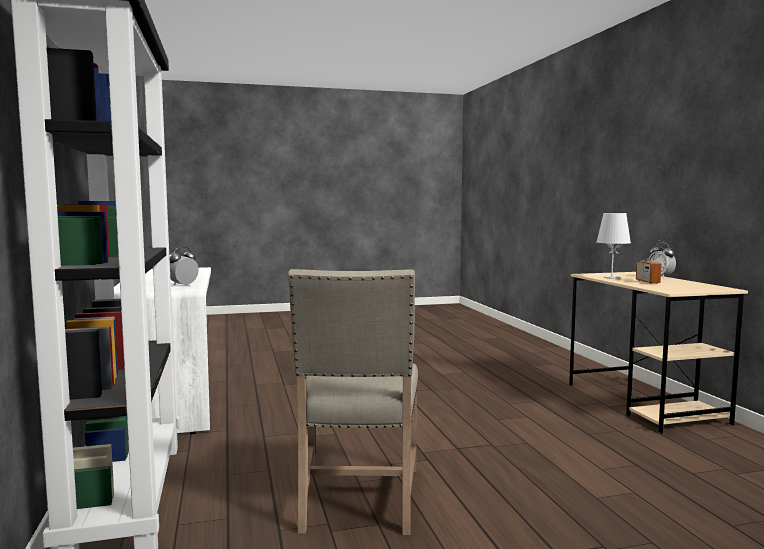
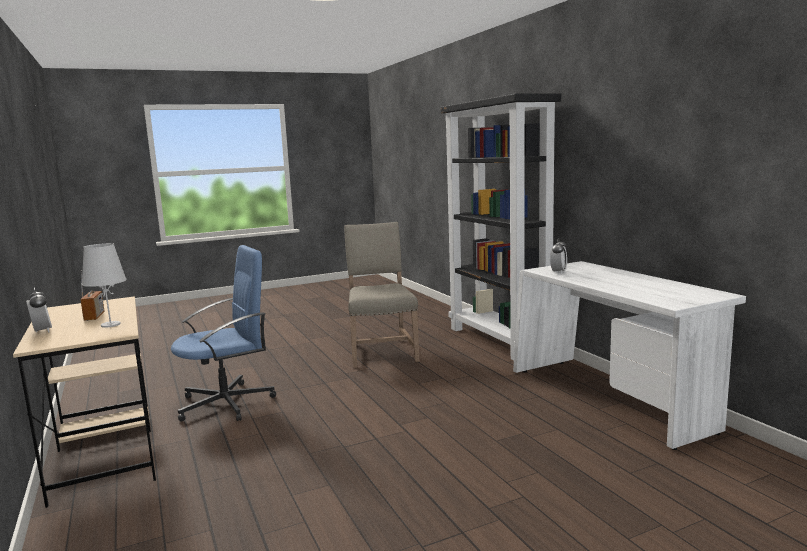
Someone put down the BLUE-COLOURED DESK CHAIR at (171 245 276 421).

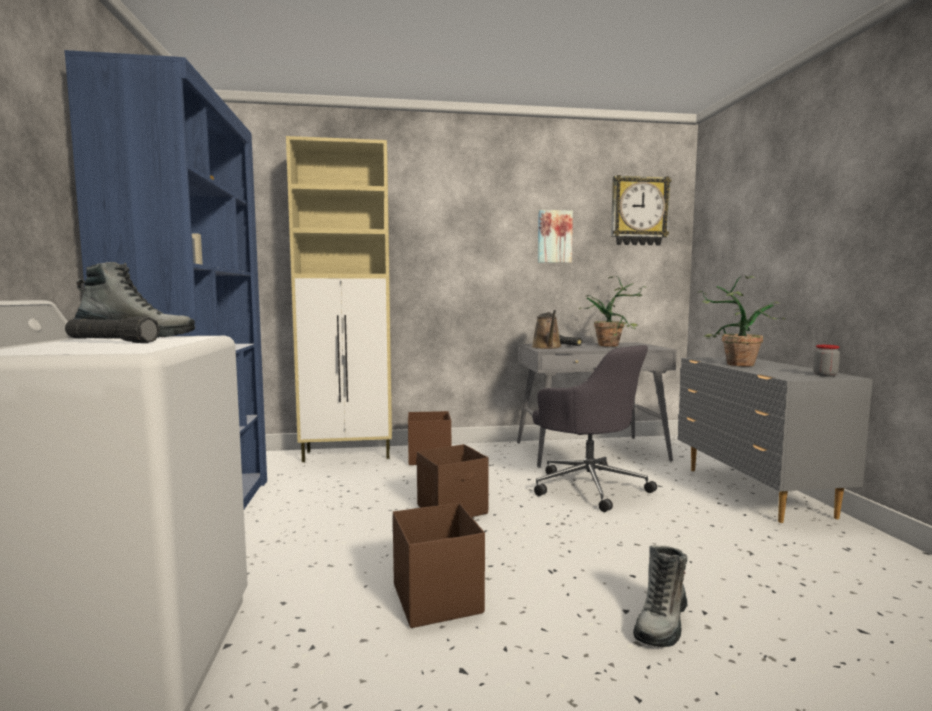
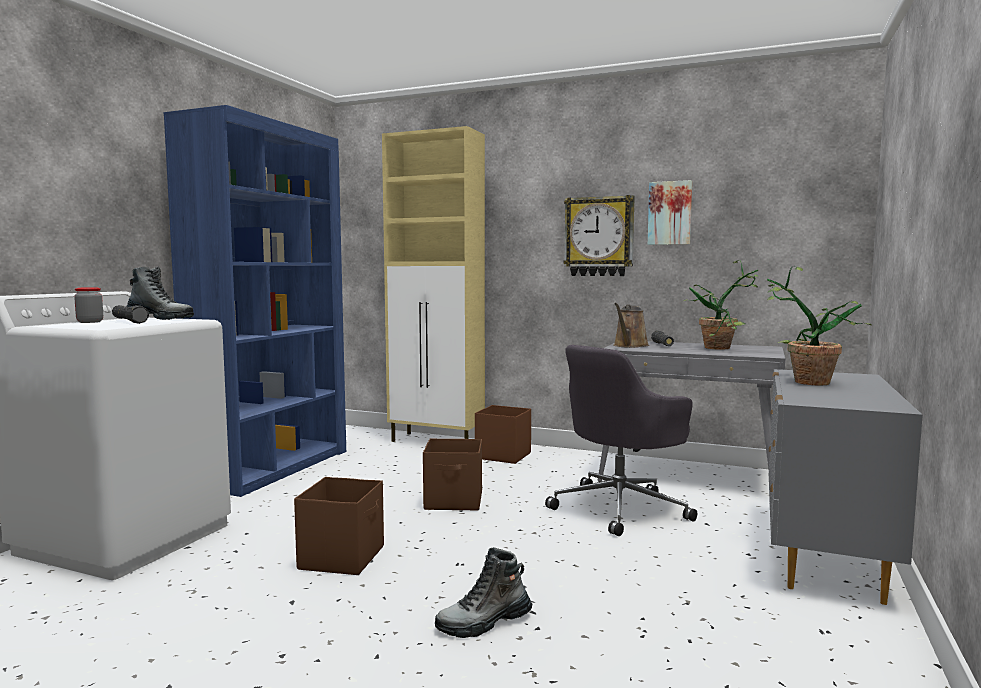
Someone carried the WALL CLOCK from (611 175 672 245) to (563 195 635 276). Someone rotated the GREY DESK CHAIR at (533 345 657 512) by 60 degrees clockwise. Someone carried the JAR from (813 345 840 377) to (74 287 103 323).

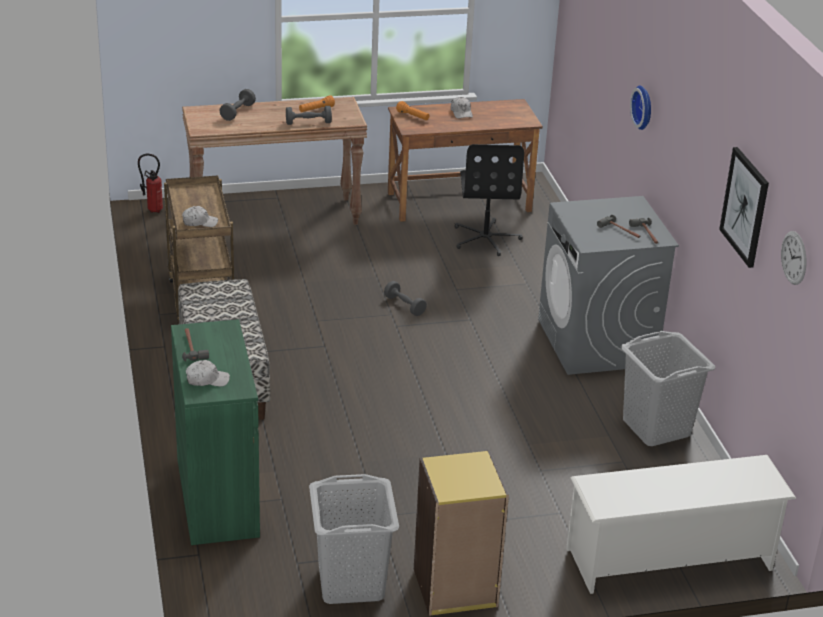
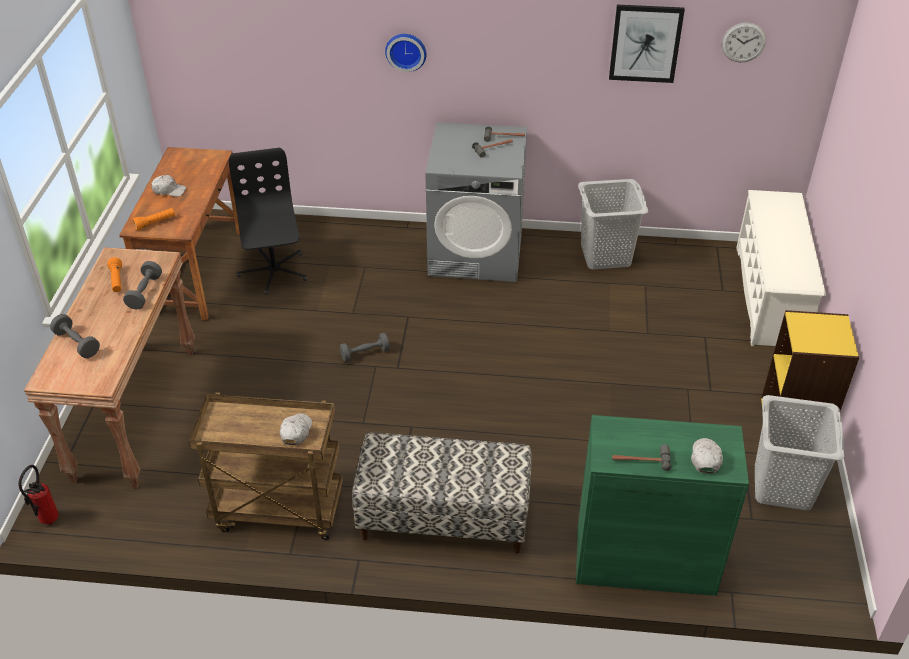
Someone rotated the BLACK DESK CHAIR at (454 144 524 256) by 120 degrees counterclockwise.

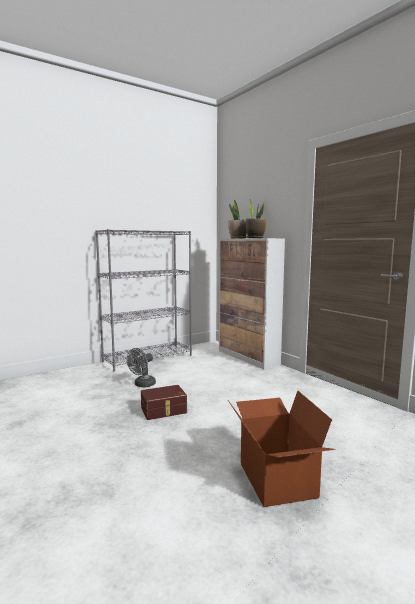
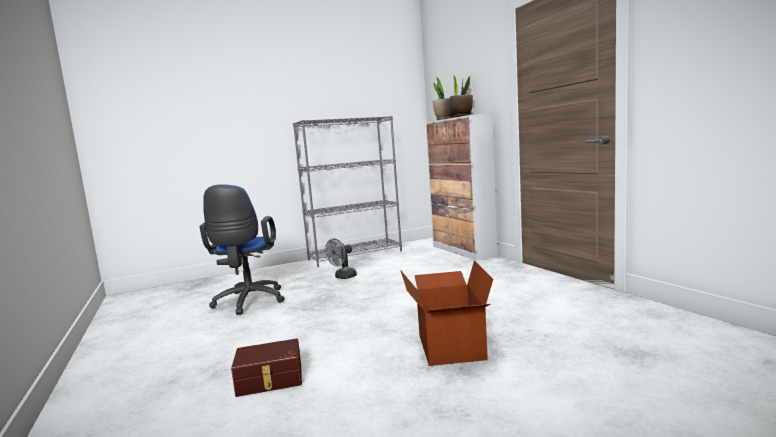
Someone carried the BROWN-COLOURED STORAGE CONTAINER from (141 385 187 420) to (231 339 302 397). Someone put down the BLUE-COLOURED DESK CHAIR at (200 184 285 315).

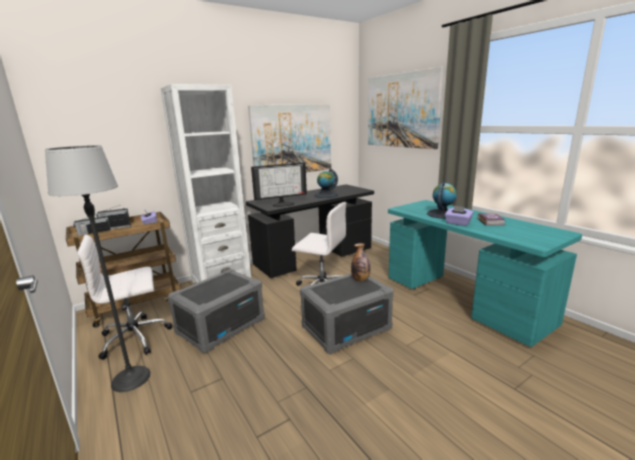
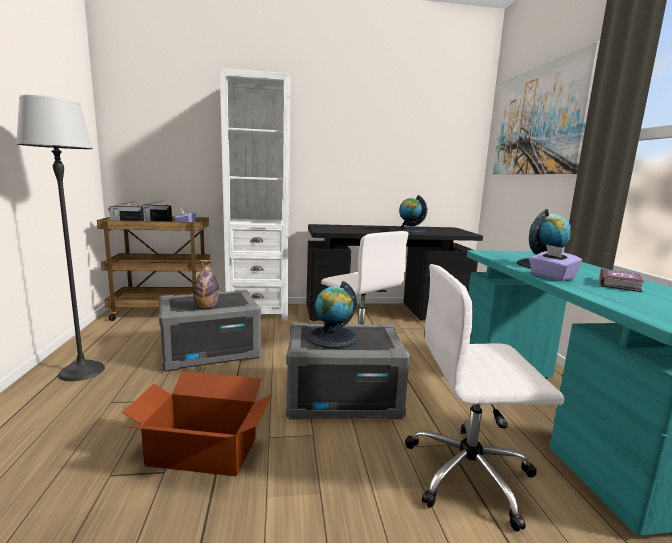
Someone took away the PICTURE at (248 104 331 172). Someone took away the COMPUTER DISPLAY at (251 162 307 207). Someone carried the WHITISH DESK CHAIR from (77 235 172 360) to (405 264 564 532). Someone carried the DRINK BOTTLE from (351 243 370 281) to (193 260 219 308). Someone put down the DESK GLOBE at (307 281 359 348). Someone put down the CARTON at (122 371 272 476).

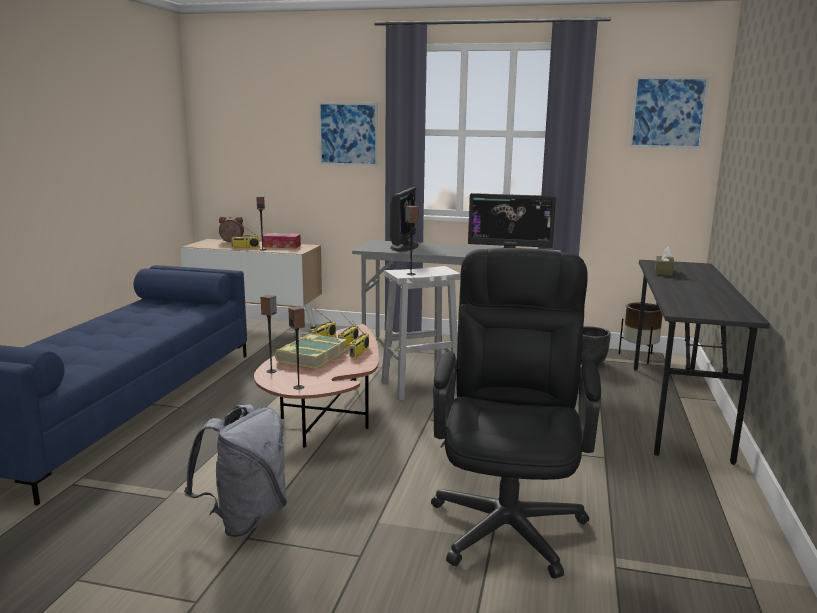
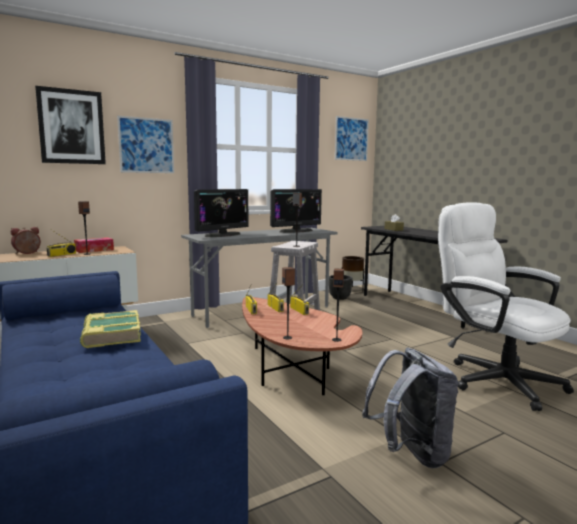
Someone rotated the COMPUTER DISPLAY at (390 187 419 252) by 75 degrees clockwise. Someone repainted the BLACK DESK CHAIR at (431 248 601 579), which became the WHITISH DESK CHAIR at (438 202 574 411). Someone carried the BOOK from (275 333 347 369) to (80 310 141 348). Someone put up the PICTURE at (35 86 106 164).

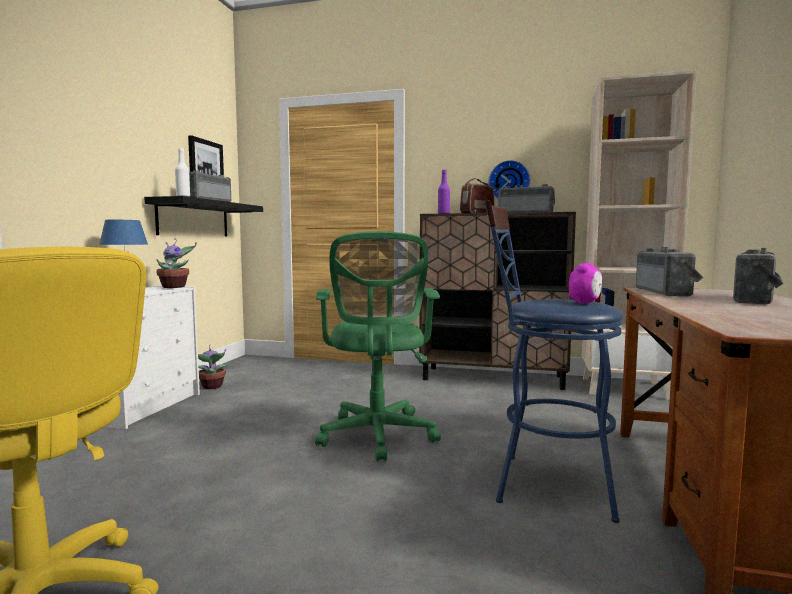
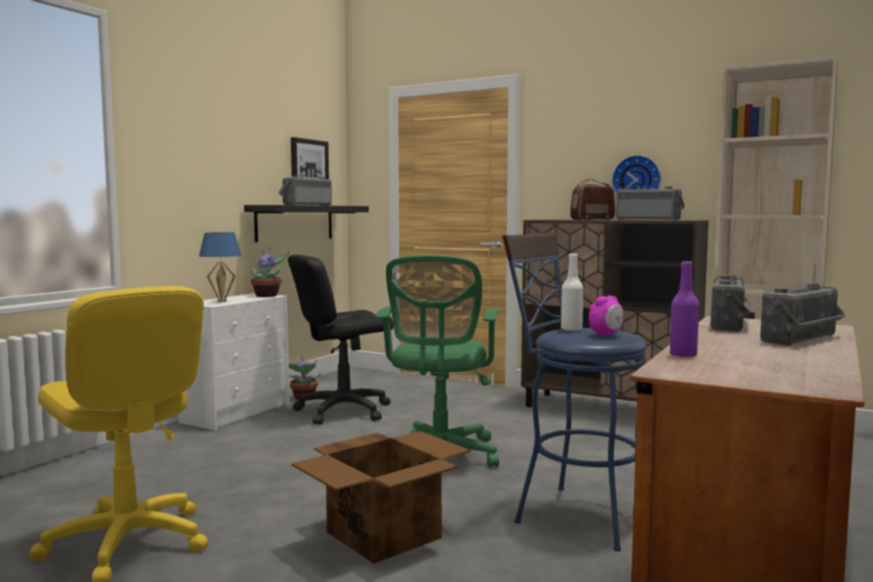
Someone carried the WHITISH DRINK BOTTLE from (175 148 190 197) to (561 253 583 331). Someone carried the PURPLE DRINK BOTTLE from (438 170 450 214) to (670 261 699 358). Someone put down the BLACK DESK CHAIR at (288 255 394 424). Someone put down the CARTON at (292 431 471 564).

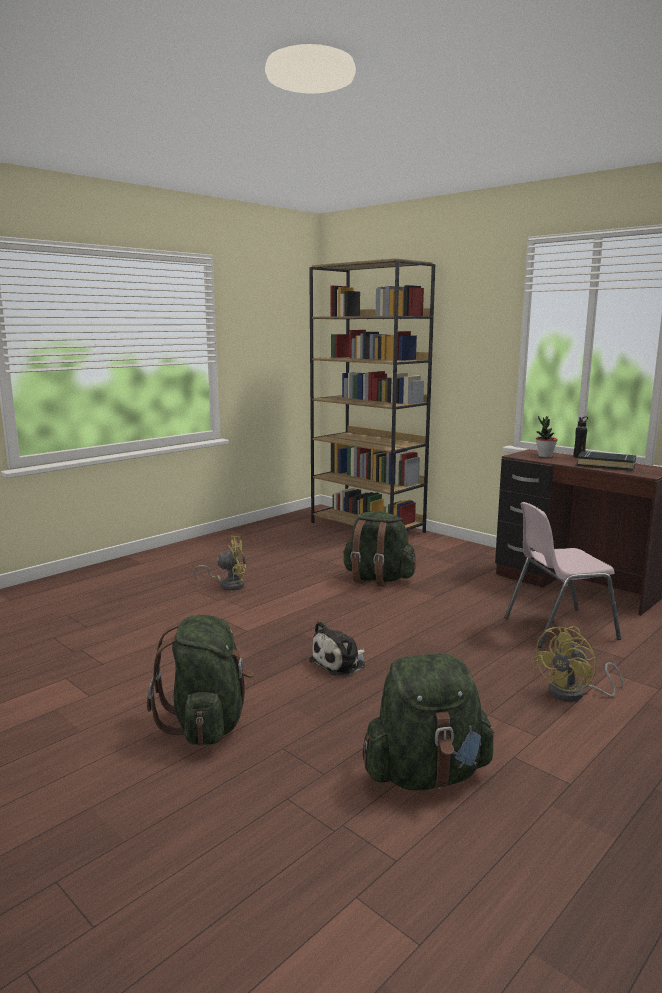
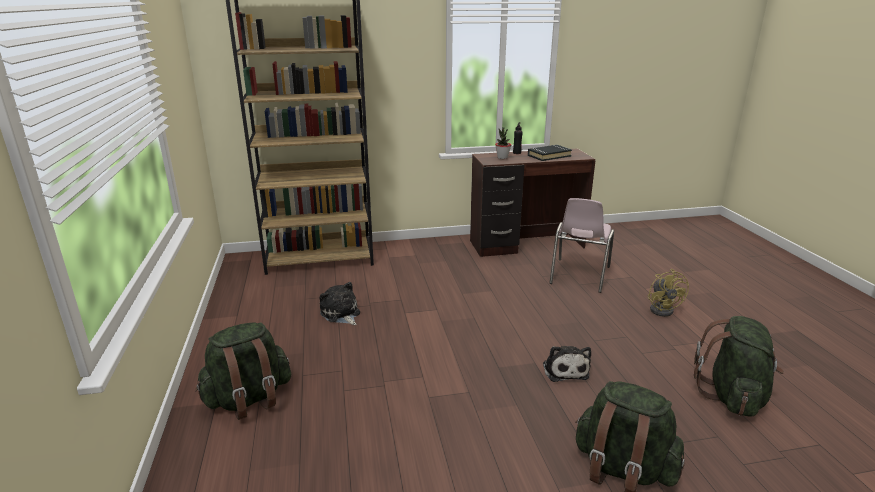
Someone carried the GREENISH KNAPSACK from (343 511 416 587) to (195 323 291 420). Someone took away the YELLOW-COLOURED COOLING FAN at (193 536 246 590). Someone put down the SOFT TOY at (319 282 360 325).

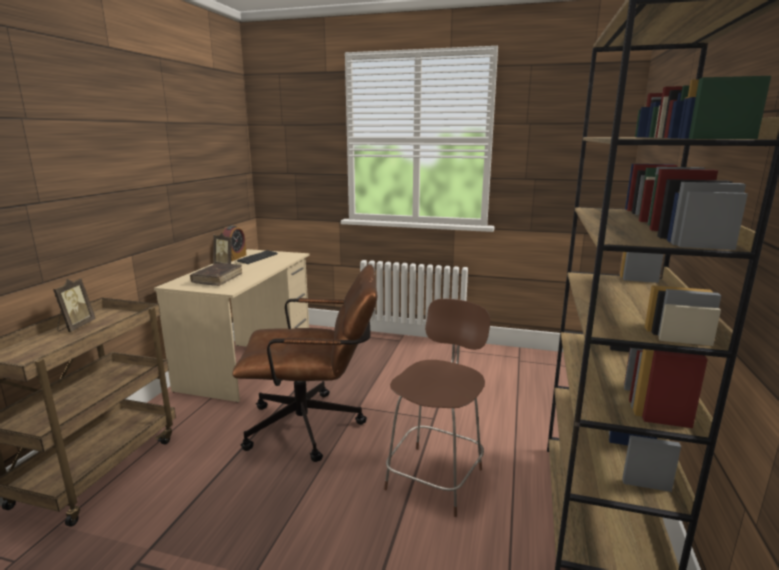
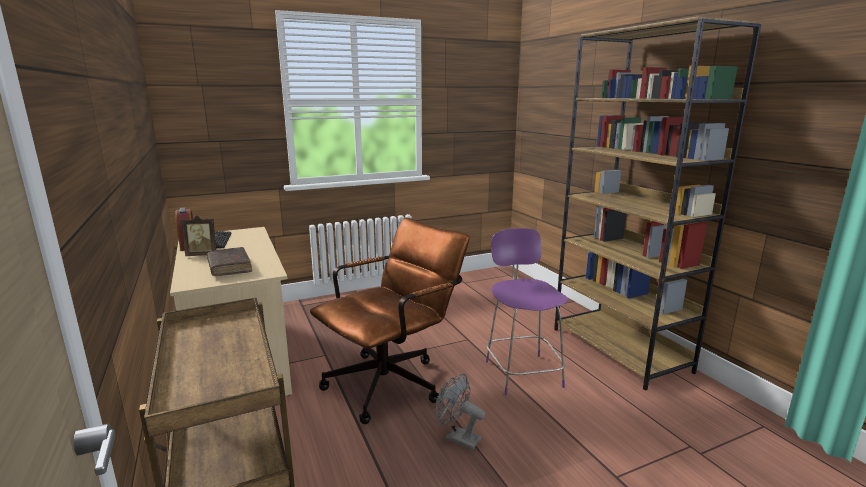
Someone took away the PHOTO FRAME at (53 278 96 332). Someone repainted the BROWN-COLOURED PLAIN CHAIR at (384 299 490 517), which became the PURPLE PLAIN CHAIR at (486 228 568 395). Someone put down the GREY COOLING FAN at (435 374 486 450).

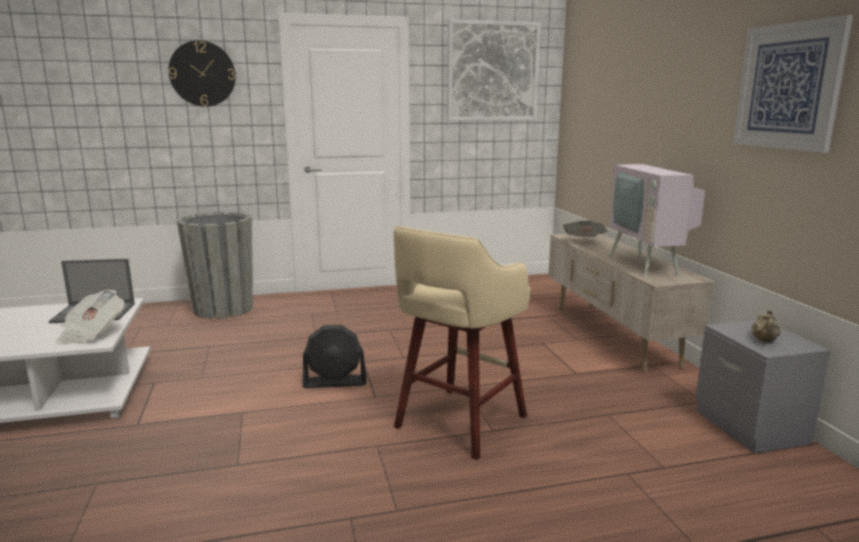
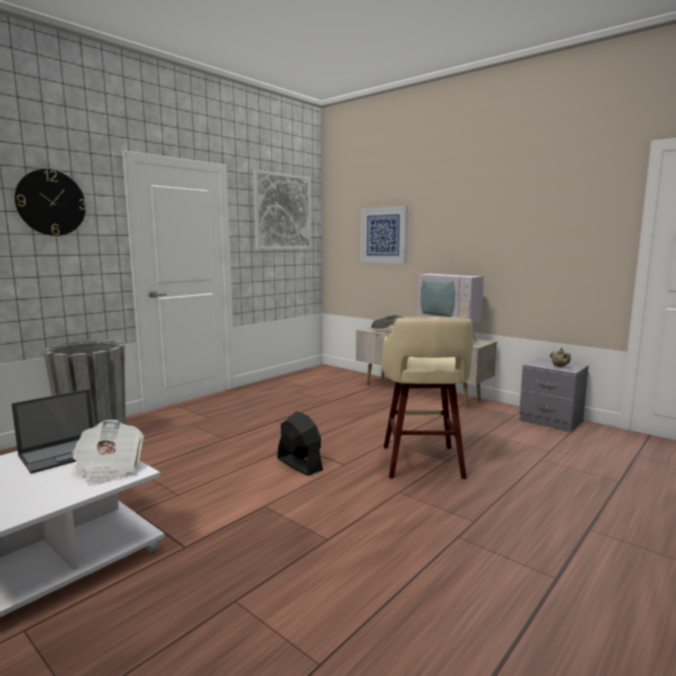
Someone carried the PICTURE from (733 15 853 153) to (361 206 408 264). Someone rotated the BLACK COOLING FAN at (303 325 367 388) by 90 degrees counterclockwise.

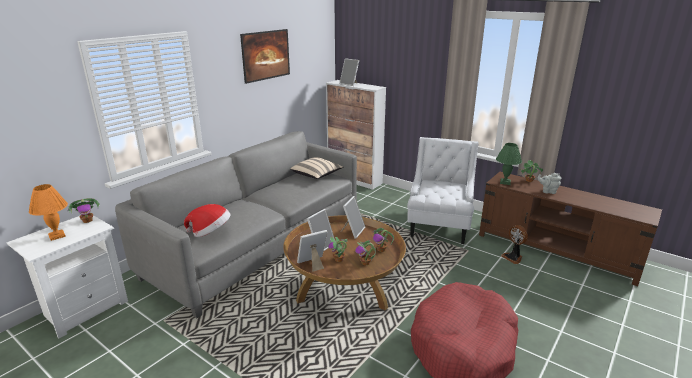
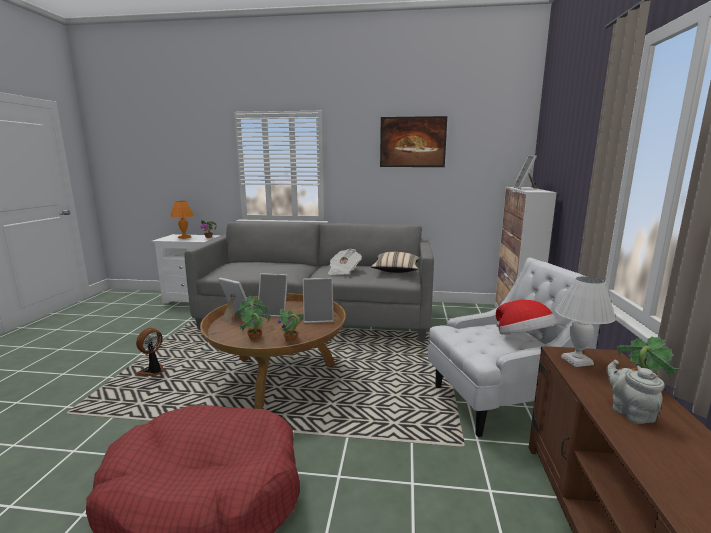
Someone repainted the GREENISH LAMP FOR A TABLE at (496 143 522 185), which became the WHITISH LAMP FOR A TABLE at (555 276 616 367). Someone carried the HAT from (184 204 230 237) to (496 300 557 335). Someone carried the COOLING FAN from (501 225 528 264) to (136 328 165 376). Someone put down the NEWSPAPER at (328 249 362 275).

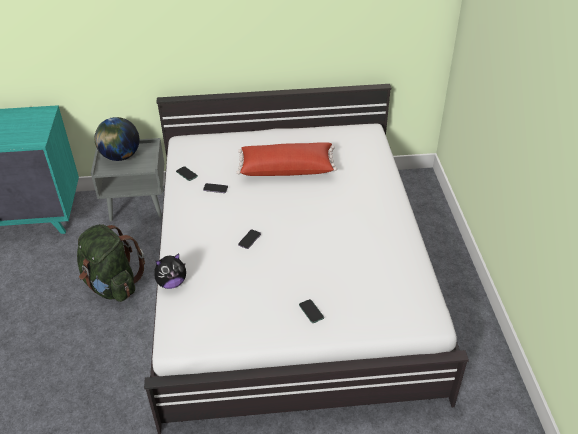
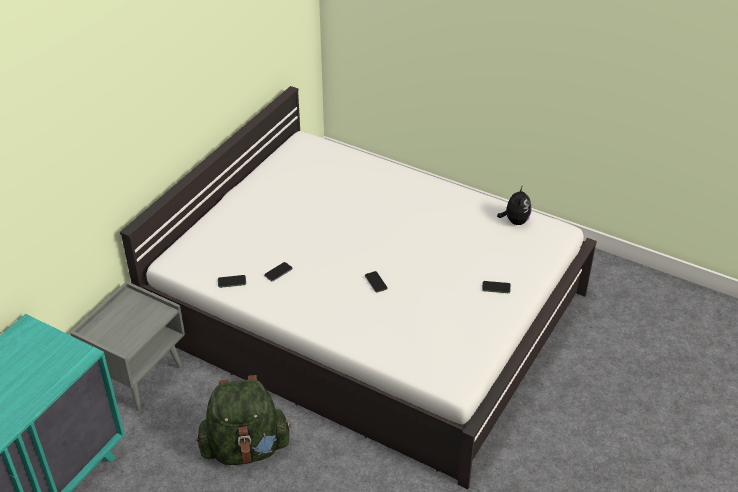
Someone took away the DESK GLOBE at (94 117 139 161). Someone took away the RED PILLOW at (237 142 337 176). Someone carried the SOFT TOY from (155 253 186 289) to (497 185 532 225).

